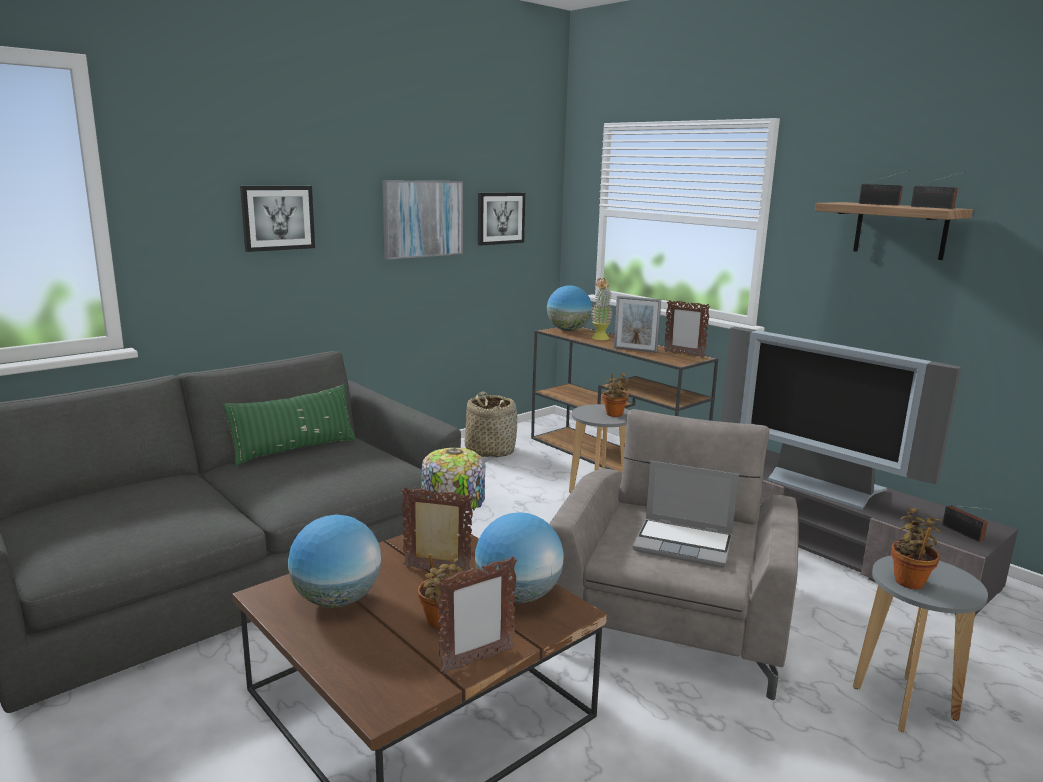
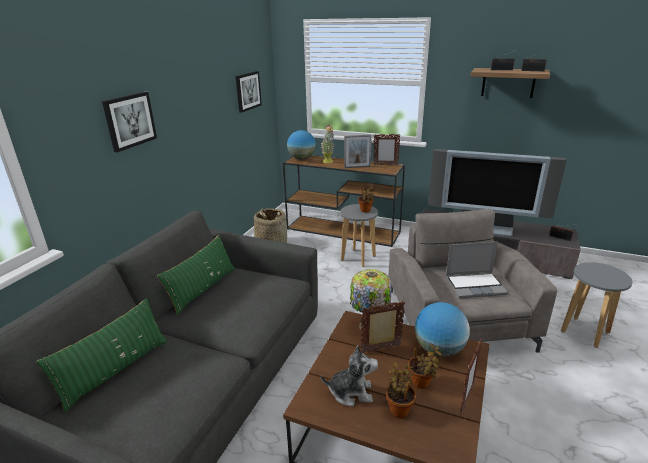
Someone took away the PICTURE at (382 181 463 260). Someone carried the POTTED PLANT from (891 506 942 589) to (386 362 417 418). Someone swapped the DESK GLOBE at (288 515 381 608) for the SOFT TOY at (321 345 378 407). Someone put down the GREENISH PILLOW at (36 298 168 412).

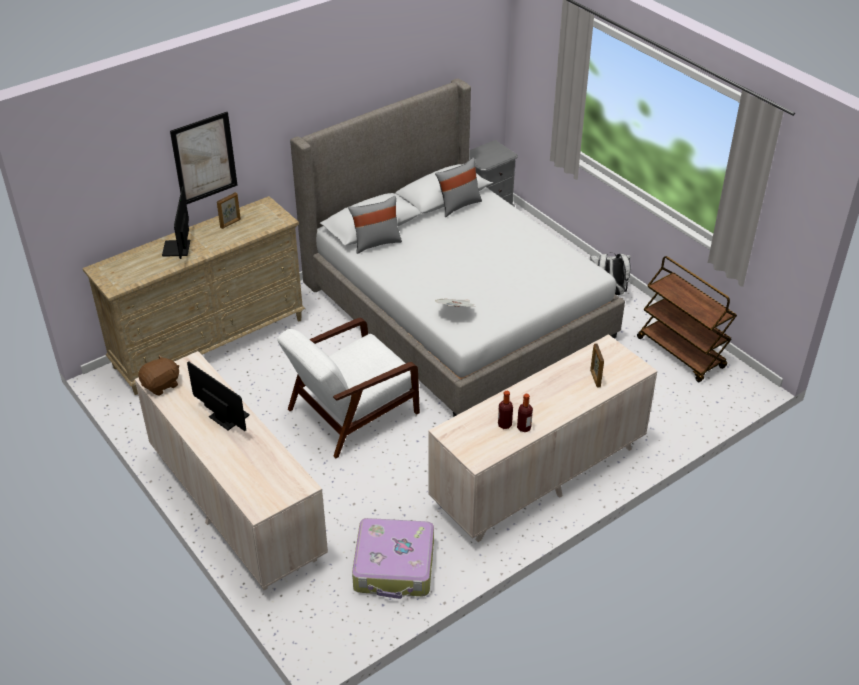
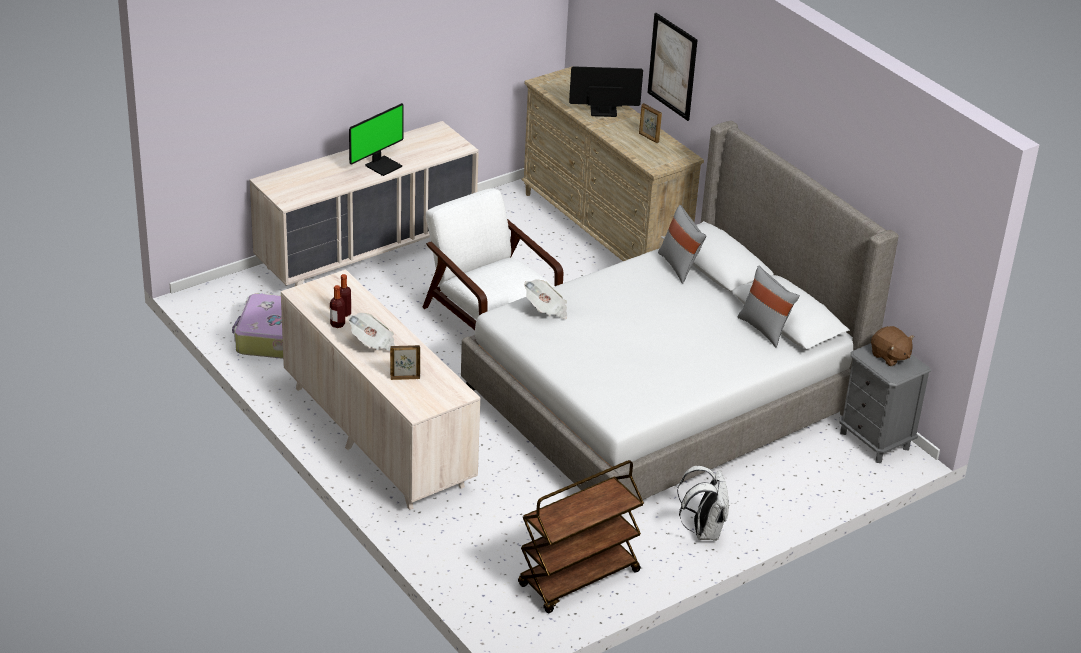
Someone carried the BROWN-COLOURED SOFT TOY from (138 355 179 396) to (871 326 914 366). Someone put down the NEWSPAPER at (348 313 395 351).

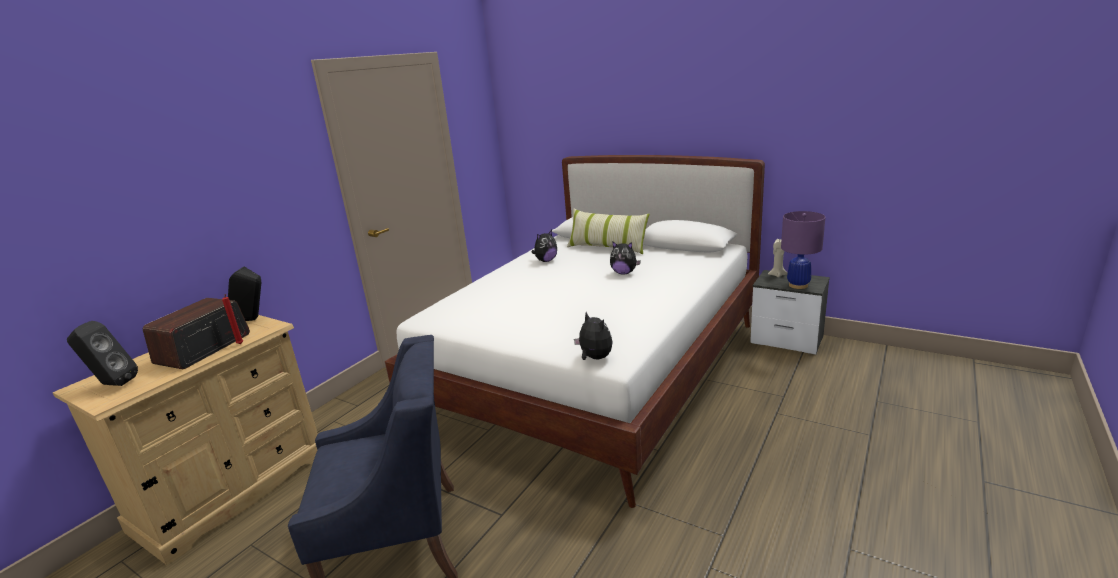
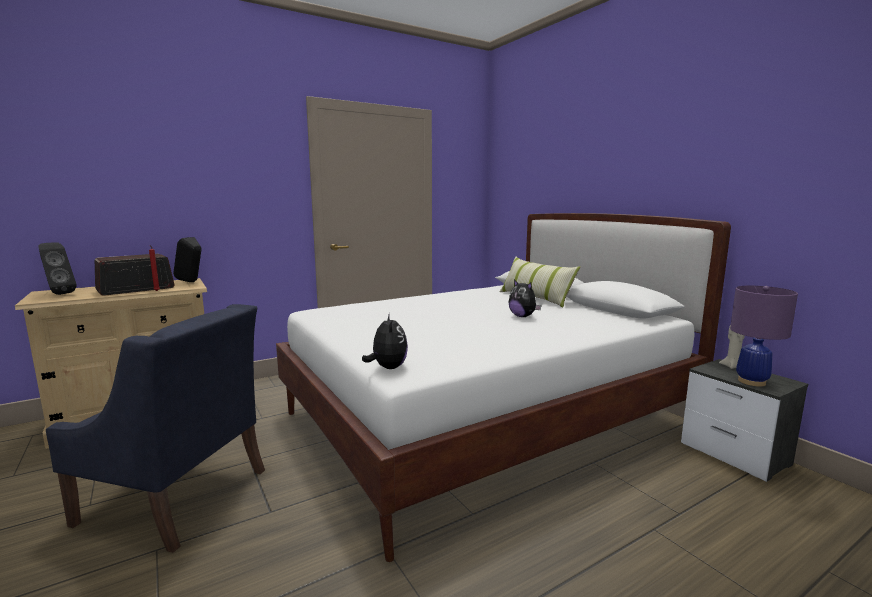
Someone took away the SOFT TOY at (531 230 557 262).

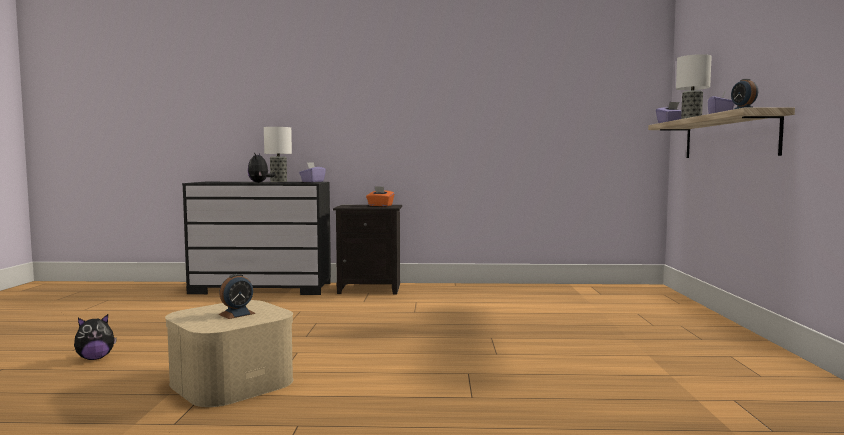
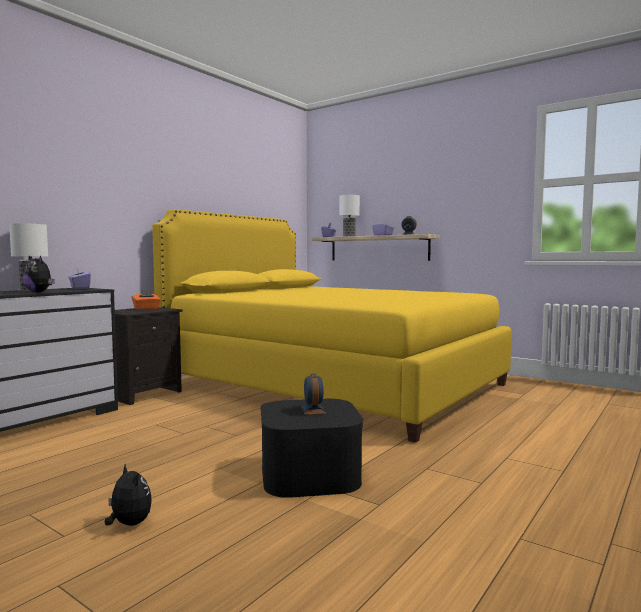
Someone repainted the BEIGE STORAGE CONTAINER at (165 300 293 407), which became the BLACK STORAGE CONTAINER at (260 399 363 498). Someone rotated the SOFT TOY at (74 314 117 360) by 45 degrees counterclockwise. Someone put down the YELLOW-COLOURED BED at (152 209 512 443).

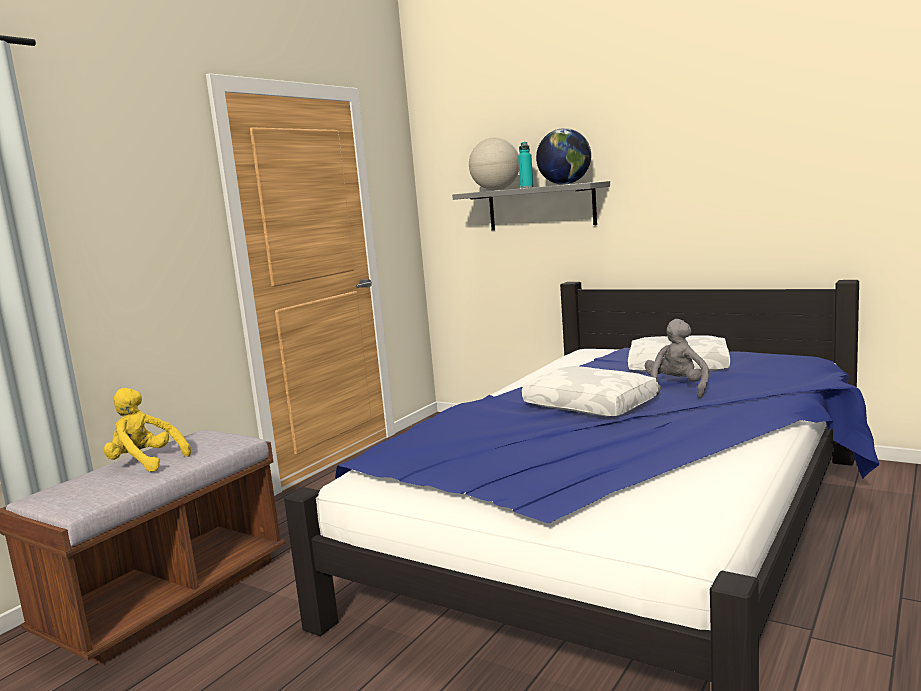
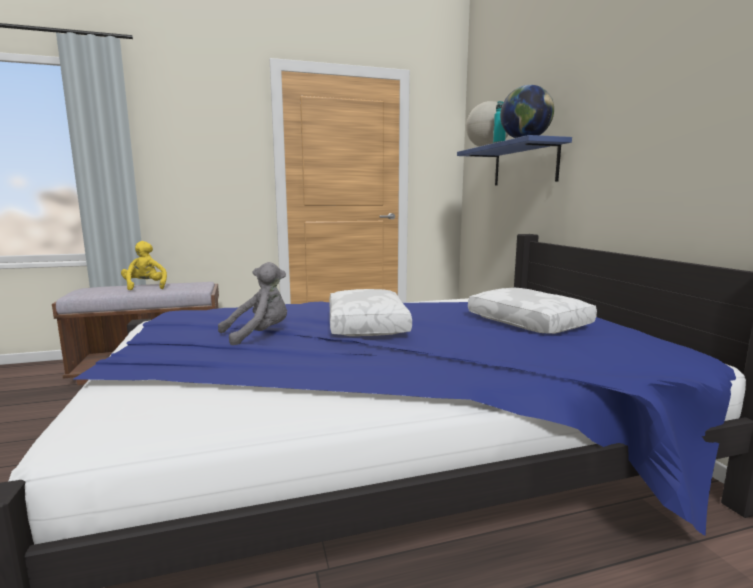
Someone repainted the GREY BRACKET SHELF at (452 181 610 230), which became the BLUE-COLOURED BRACKET SHELF at (457 135 572 185). Someone carried the GREY SOFT TOY from (645 319 709 398) to (218 262 287 345).

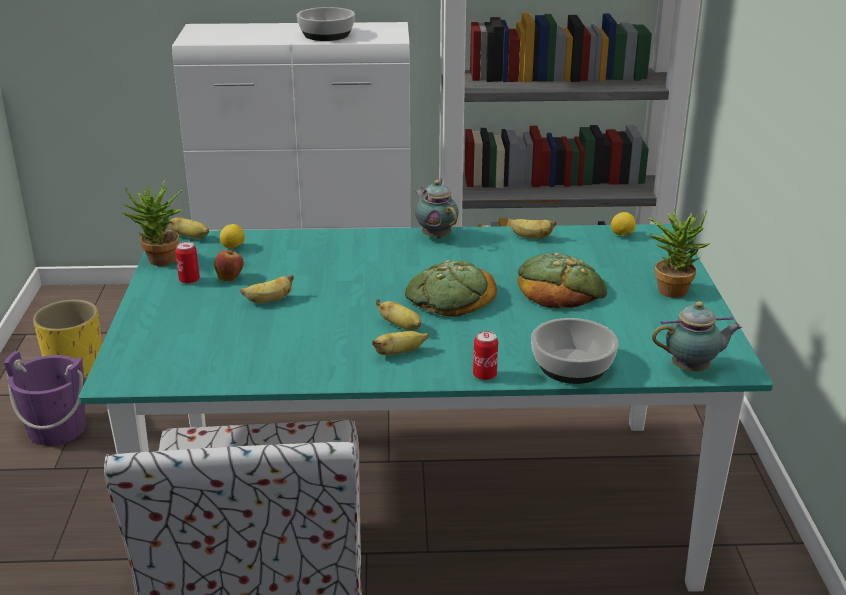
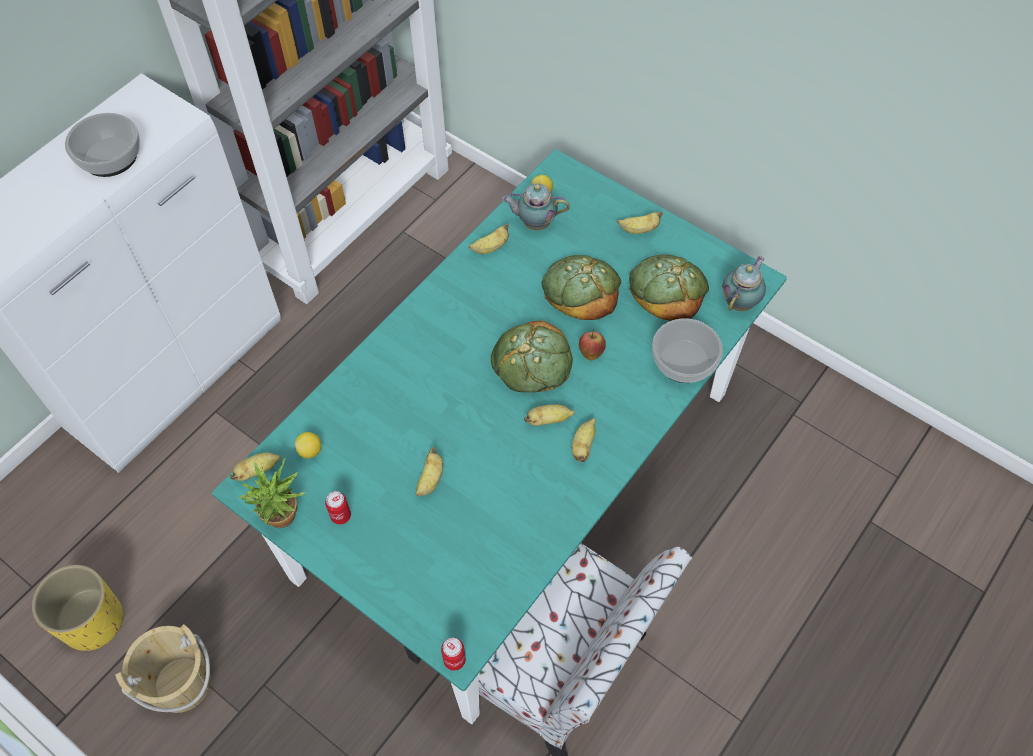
Someone carried the POT FOR TEA from (415 180 459 239) to (502 183 570 230). Someone swapped the POTTED PLANT at (647 211 711 298) for the BANANA FRUIT at (617 212 663 234). Someone carried the WHOLE APPLE from (214 247 244 281) to (579 329 606 361). Someone carried the METAL CAN from (473 331 498 381) to (441 638 466 671). Someone repainted the PURPLE BUCKET at (4 351 86 446), which became the BEIGE BUCKET at (115 624 211 713). Someone put down the BAKERY BREAD at (629 254 709 321).

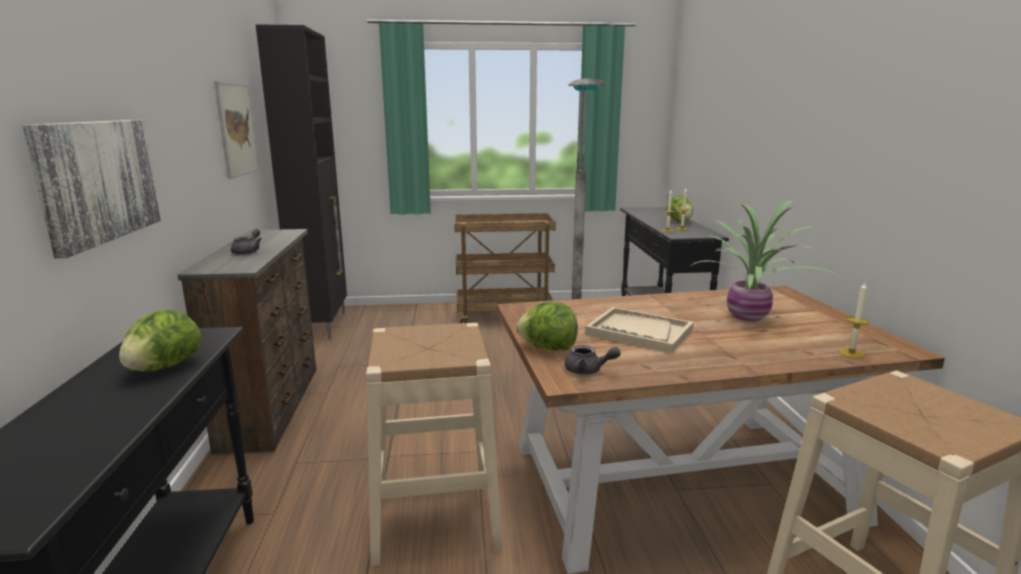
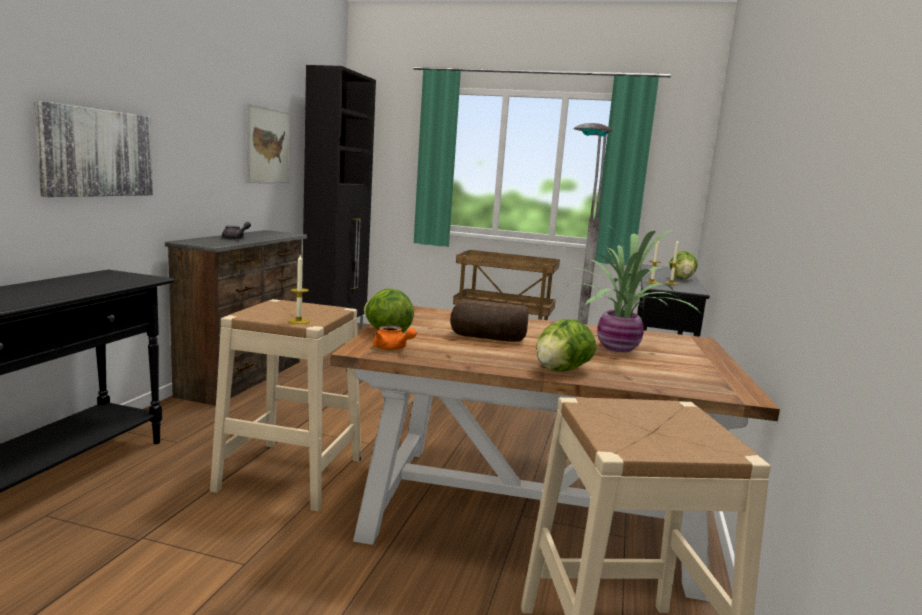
Someone carried the WAX LIGHT from (839 283 869 358) to (288 255 310 324). Someone swapped the BEIGE TRAY at (585 307 694 353) for the BAKERY BREAD at (450 299 528 342). Someone carried the LETTUCE HEAD from (119 310 201 371) to (536 319 596 371). Someone repainted the GREY POT FOR TEA at (565 345 621 375), which became the ORANGE POT FOR TEA at (373 325 417 350).

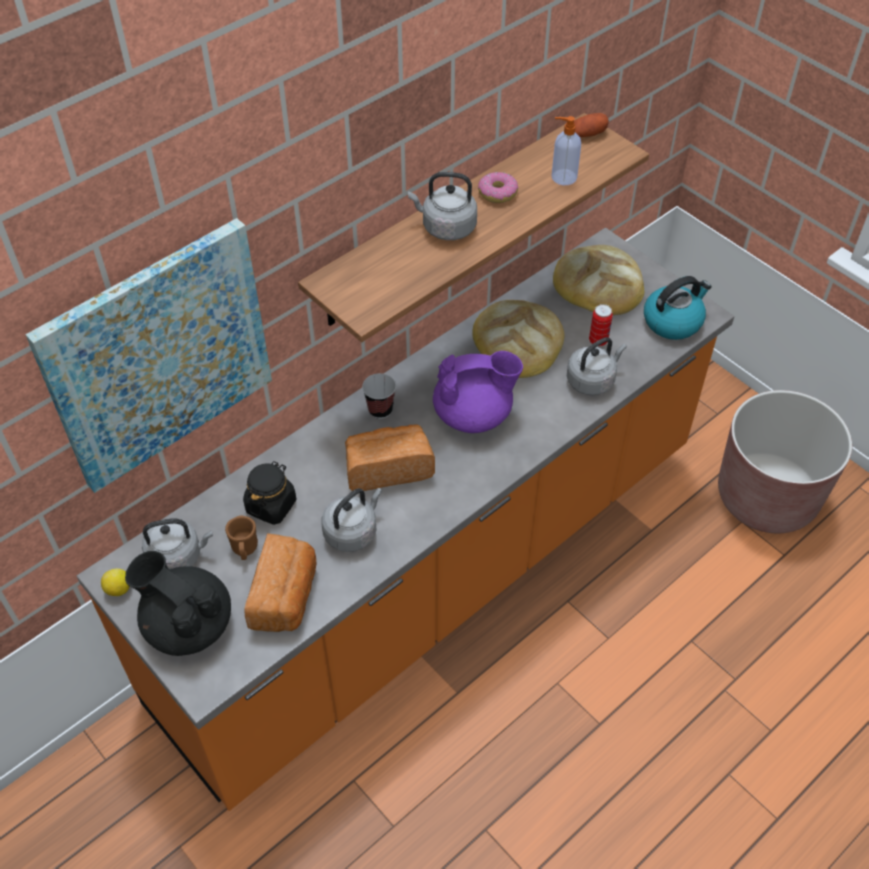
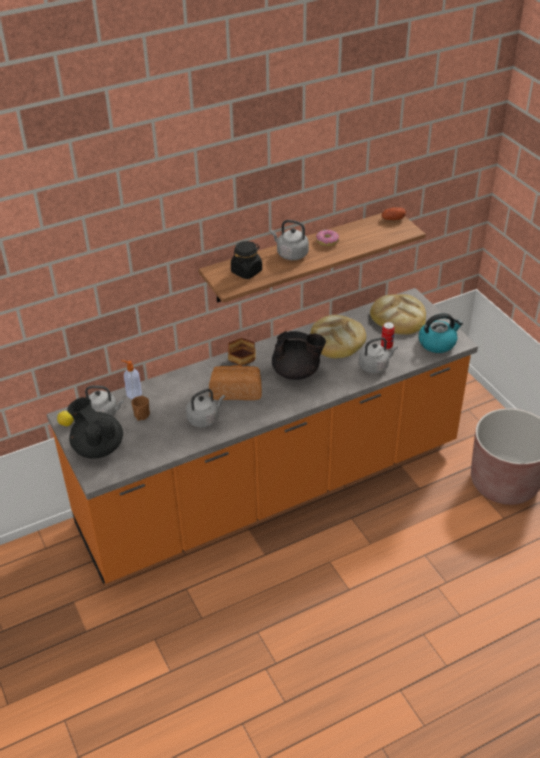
Someone carried the LIQUID SOAP BOTTLE from (551 116 581 185) to (121 360 142 399). Someone took away the PICTURE at (26 218 272 493). Someone repainted the PURPLE POT FOR TEA at (433 351 523 433), which became the BLACK POT FOR TEA at (272 331 326 380). Someone swapped the DRINKING CUP at (362 373 396 419) for the DEEP DISH at (228 338 255 366). Someone carried the BLACK JAR from (243 461 296 525) to (231 241 262 279). Someone took away the BAKERY BREAD at (244 533 317 632).

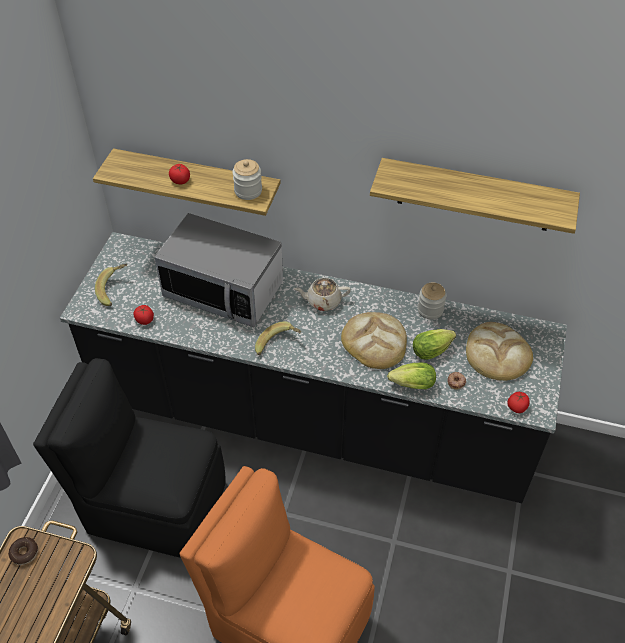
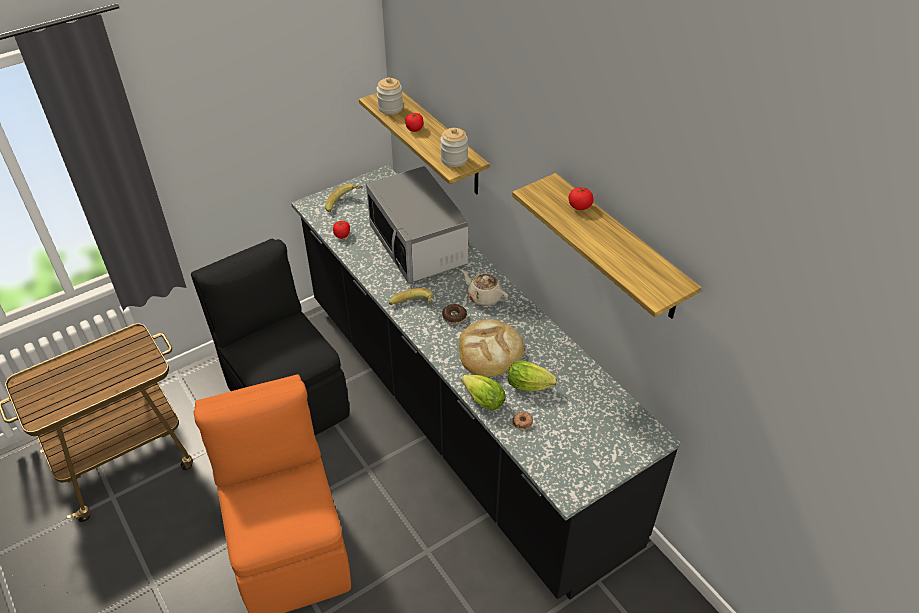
Someone carried the JAR from (418 283 446 320) to (377 77 403 115). Someone took away the BAKERY BREAD at (466 322 533 381). Someone carried the TOMATO from (507 392 530 413) to (569 187 594 210). Someone carried the DONUT from (8 537 38 565) to (442 304 467 324).

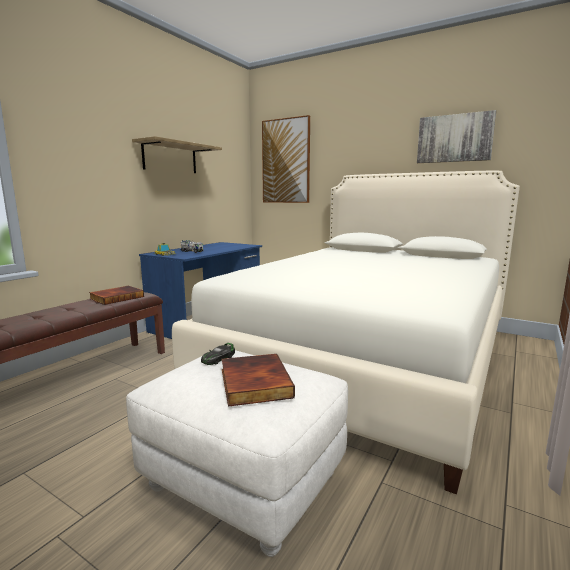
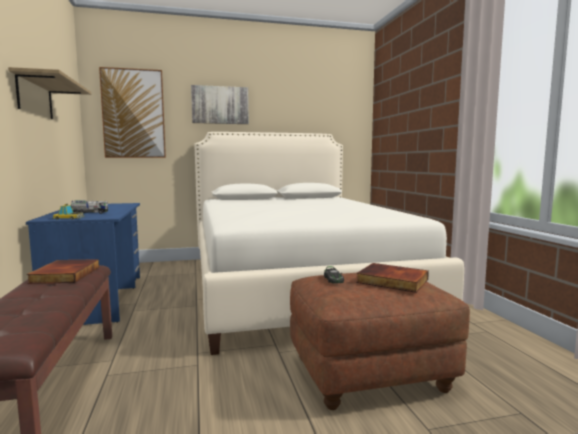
Someone carried the PICTURE from (417 110 496 163) to (191 85 249 124). Someone repainted the WHITISH FOOTREST at (126 350 348 557), which became the BROWN-COLOURED FOOTREST at (290 273 470 410).

